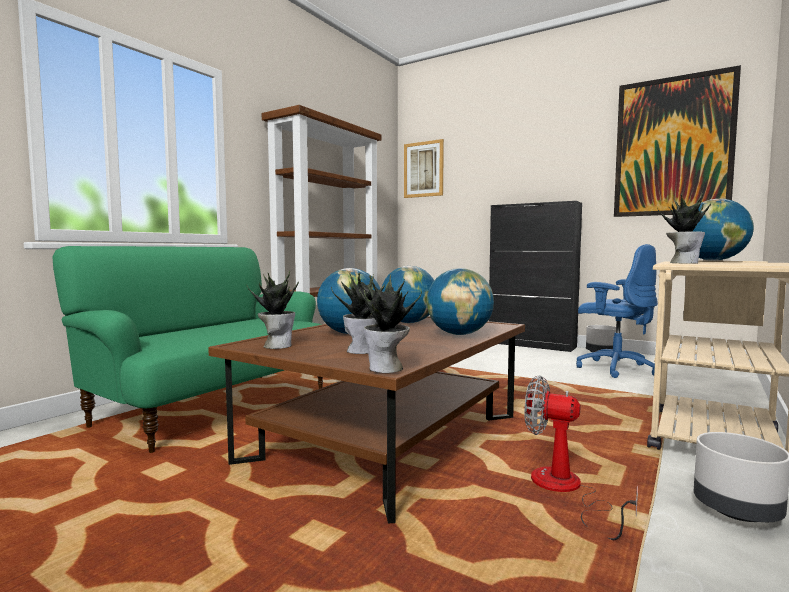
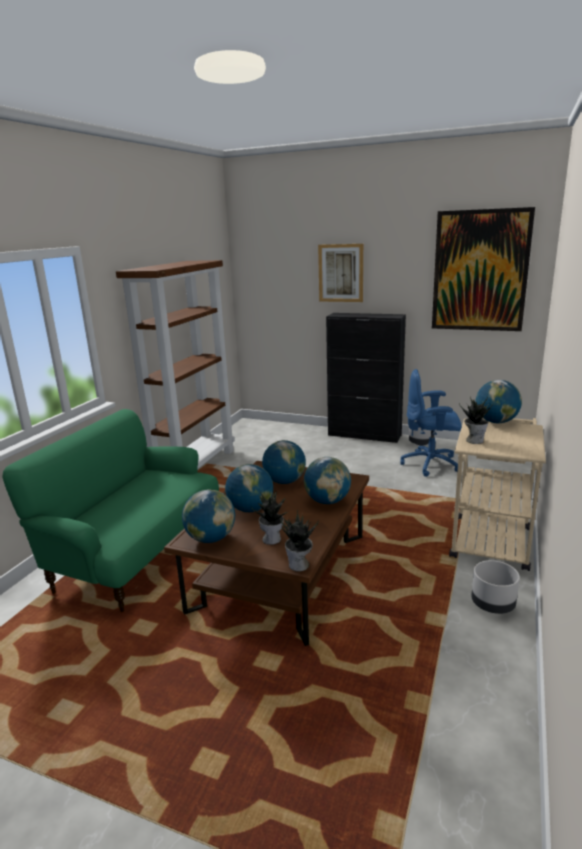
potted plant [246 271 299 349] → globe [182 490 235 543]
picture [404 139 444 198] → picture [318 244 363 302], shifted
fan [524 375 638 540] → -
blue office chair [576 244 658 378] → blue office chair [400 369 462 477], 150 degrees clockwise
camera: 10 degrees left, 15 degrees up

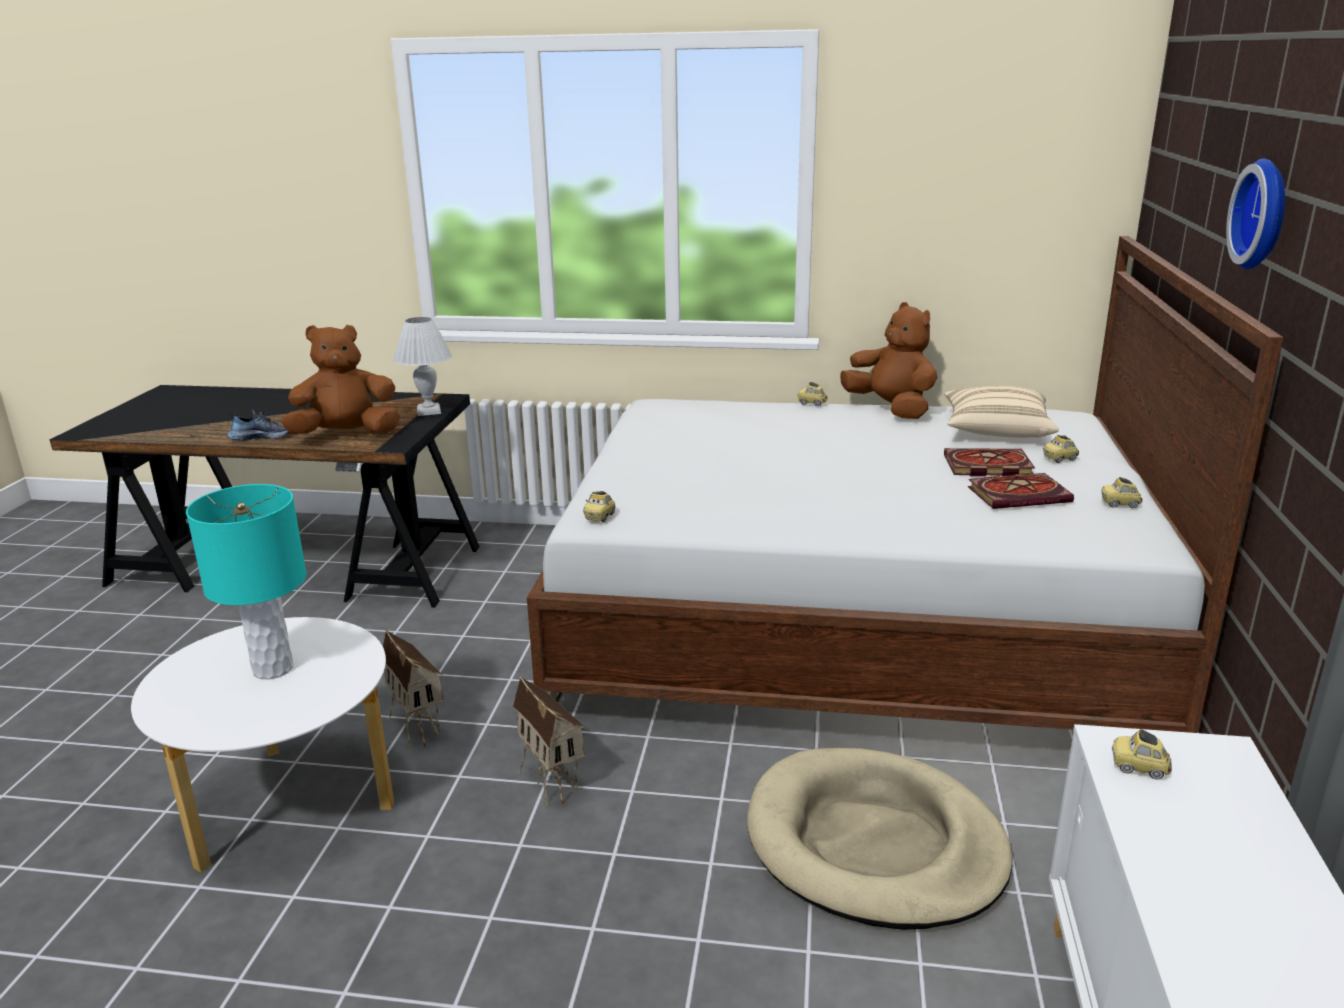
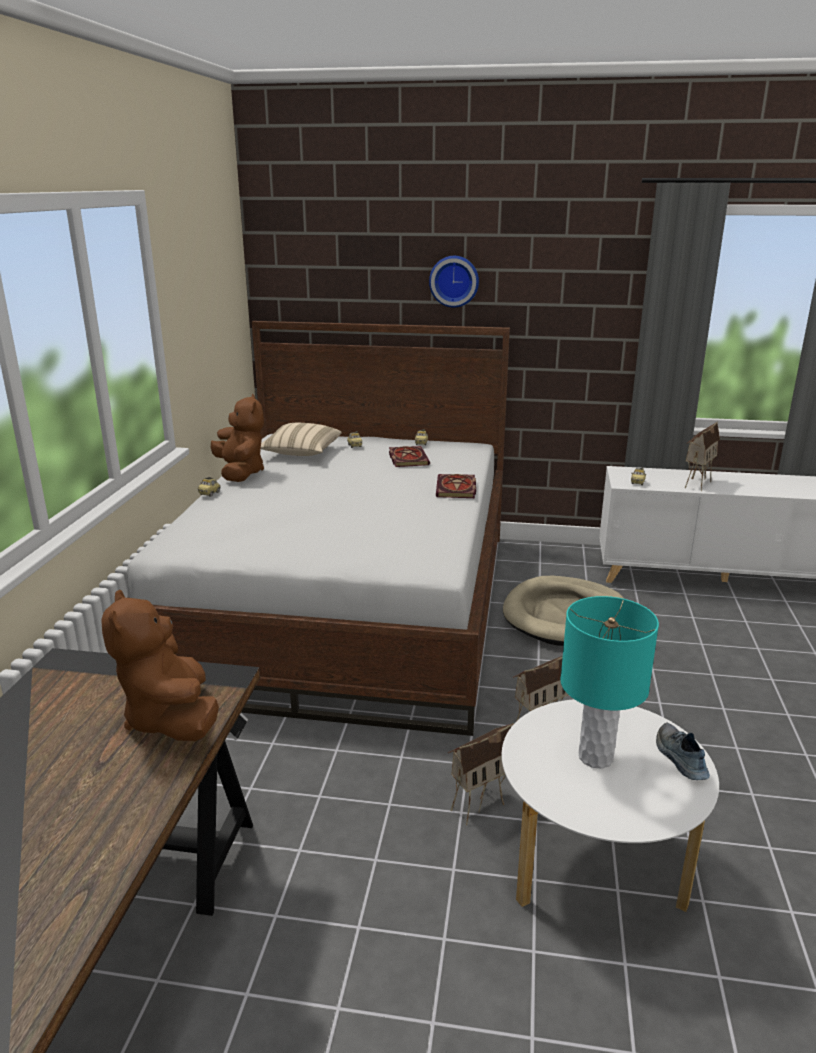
shoe [227 409 290 441] → shoe [656 722 710 780], shifted
white table lamp [393 317 452 416] → -
toy car [583 491 615 522] → -
brown plush toy [840 302 937 419] → brown plush toy [211 394 264 482], 105 degrees clockwise
book [944 448 1035 476] → book [436 474 476 498], shifted
- → toy house [685 421 720 491]
camera: 90 degrees left, 0 degrees up

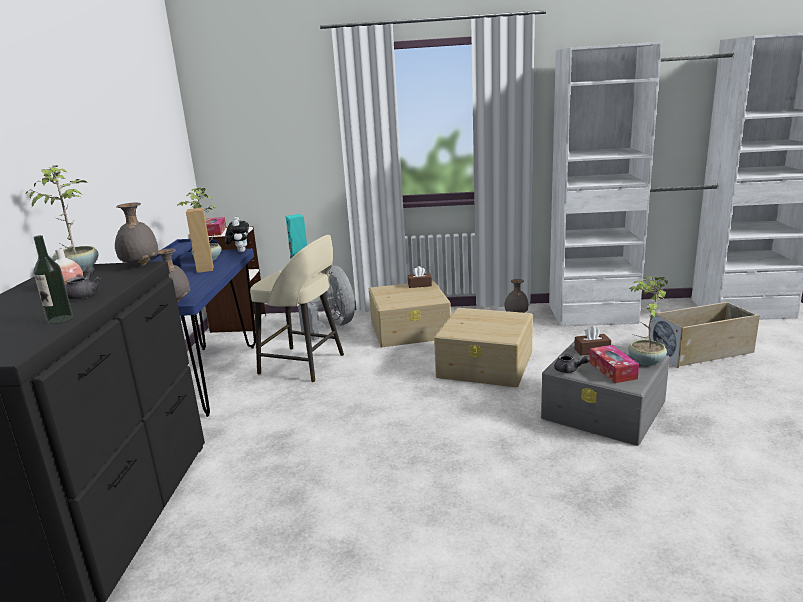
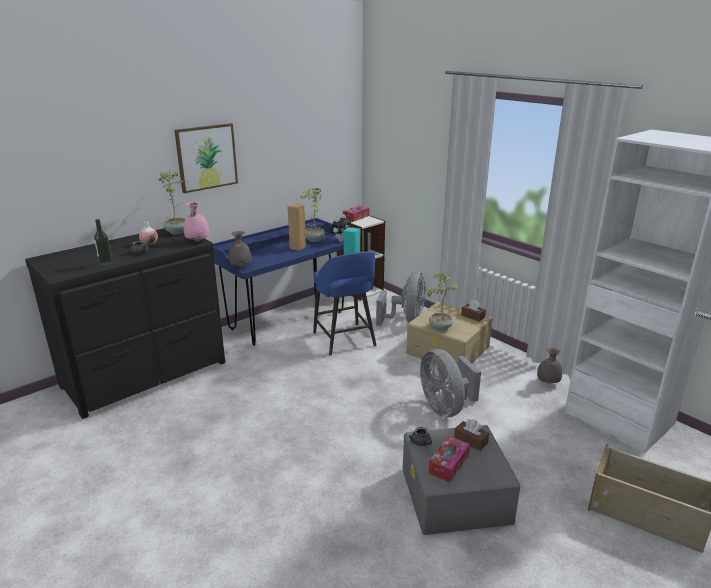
grey vase [115 203 159 266] → pink vase [184 202 209 242]
beige stool [250 235 344 382] → blue stool [313 252 376 356]
beige storage box [434 308 533 387] → grey fan [420 349 481 417]
potted plant [628 276 668 366] → potted plant [424 272 459 331], shifted
- → picture [174 123 238 193]
camera: 45 degrees right, 5 degrees up

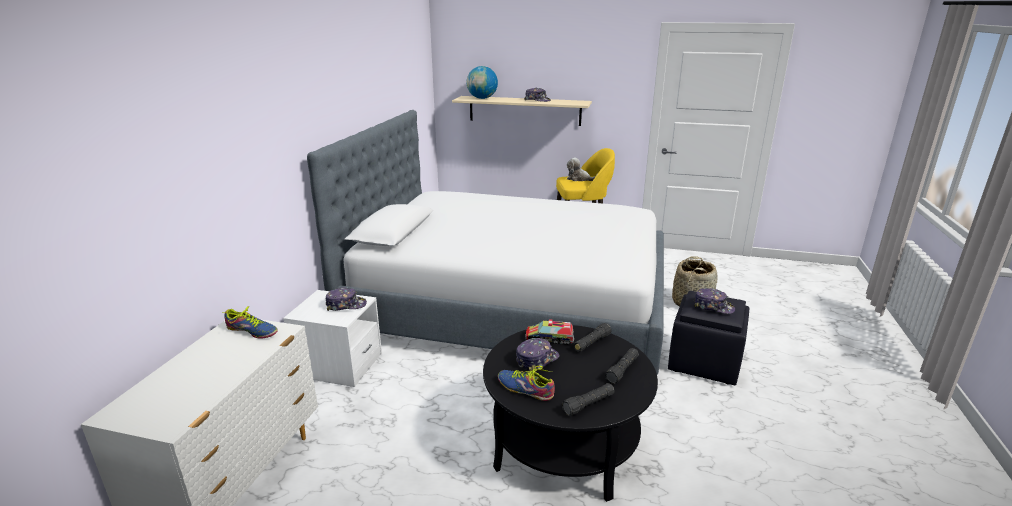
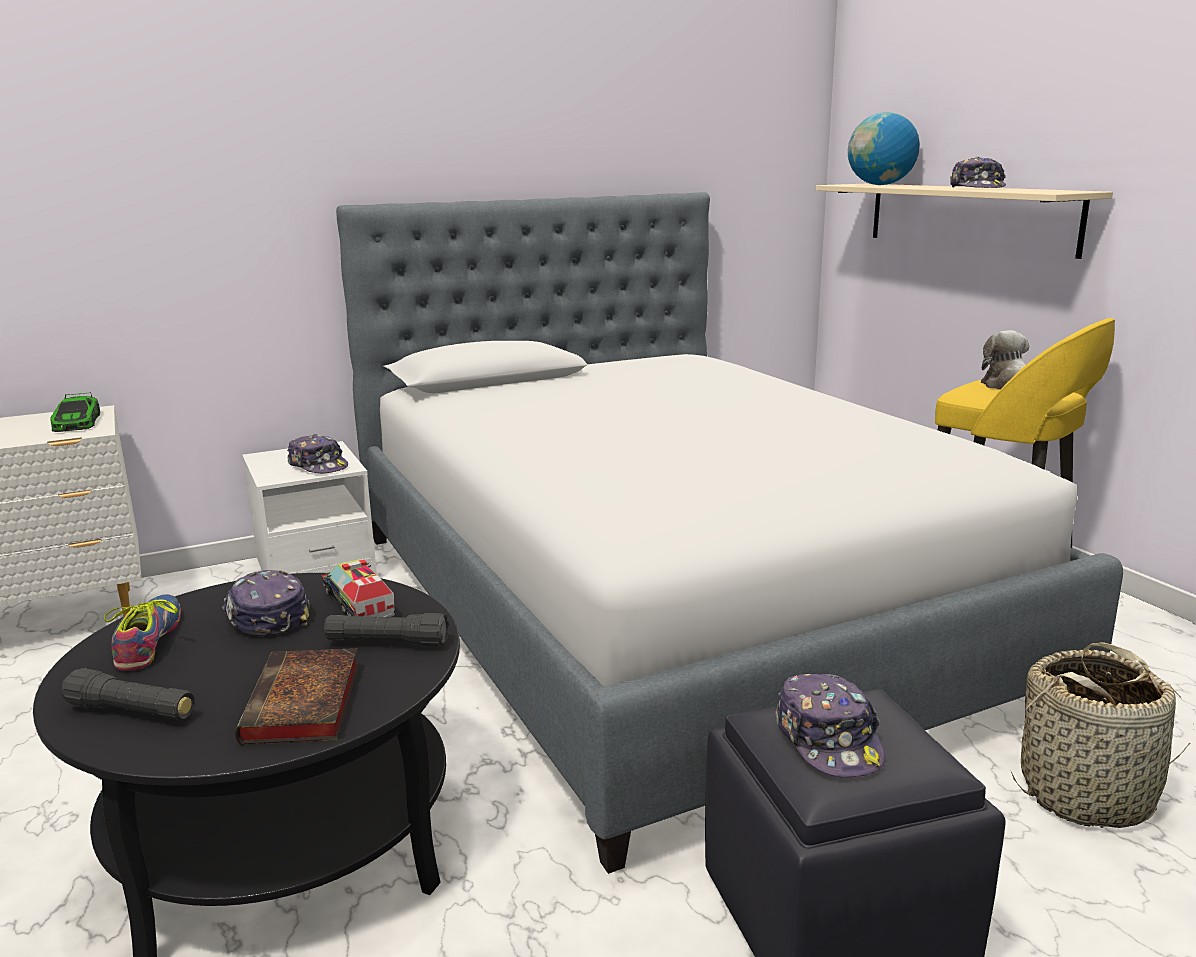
shoe [223 306 278 338] → toy car [50 392 100 432]
cap [516 338 559 372] → cap [222 570 309 636], 135 degrees counterclockwise
black flashlight [605 348 639 384] → book [235 648 359 745]
camera: 50 degrees right, 5 degrees down

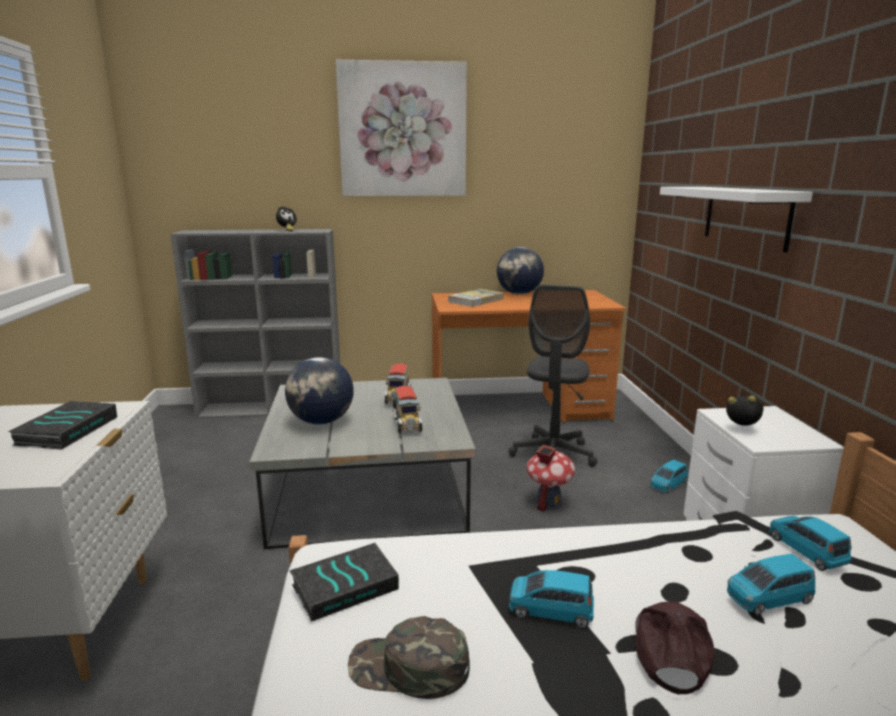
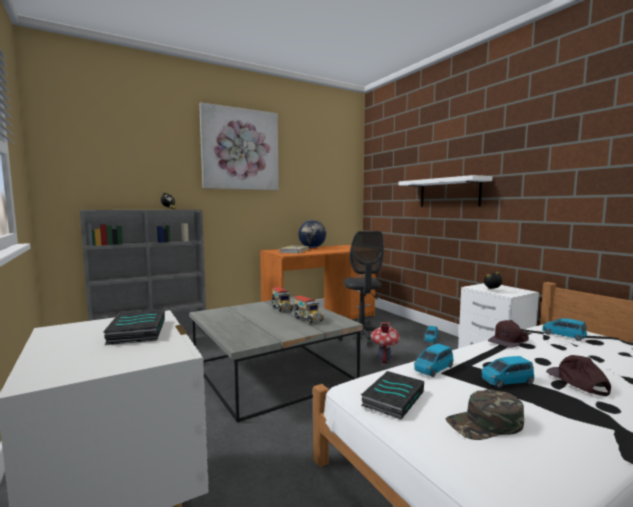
globe [285 357 354 425] → -
blue toy car [727 554 815 615] → blue toy car [414 343 454 377], shifted
- → brown cap [488 320 529 348]
camera: 25 degrees left, 10 degrees down

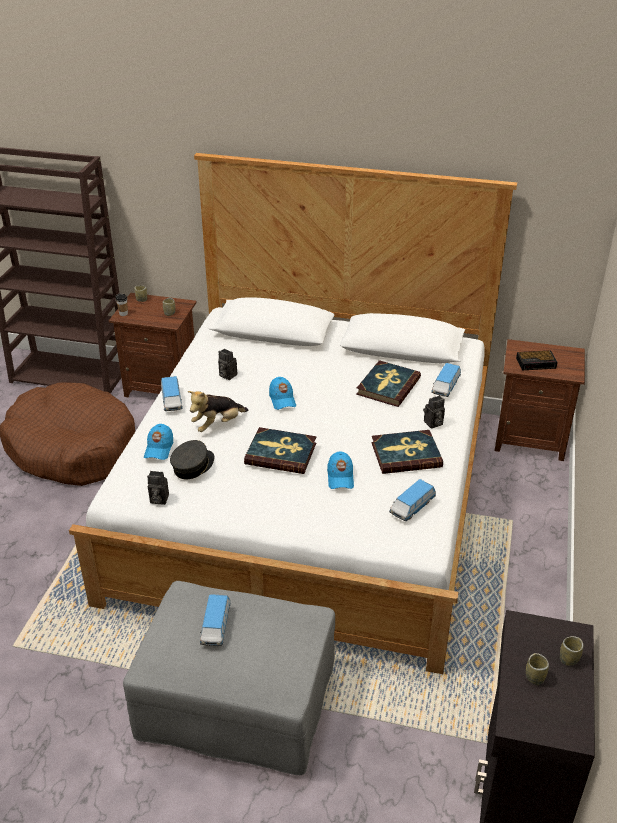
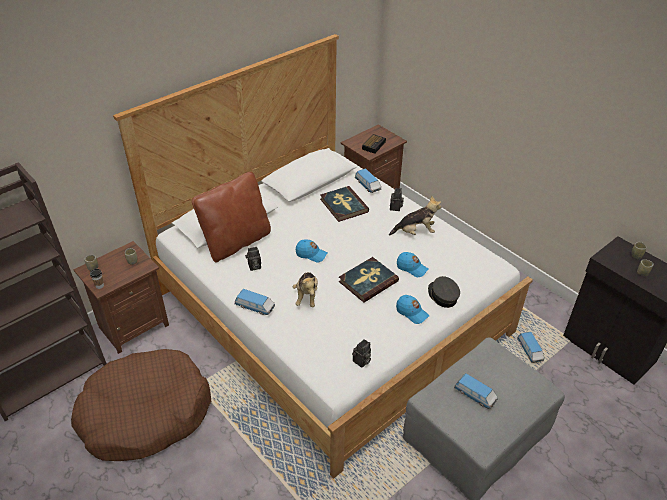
blue cap [144 424 173 460] → blue cap [396 295 430 324], shifted
grey cap [170 440 214 479] → grey cap [428 276 460 308], shifted
book [371 430 443 474] → plush toy [389 196 441 236]
toy car [389 479 436 521] → toy car [517 332 544 363], shifted
- → brown pillow [192 172 271 262]
camera: 55 degrees left, 5 degrees up

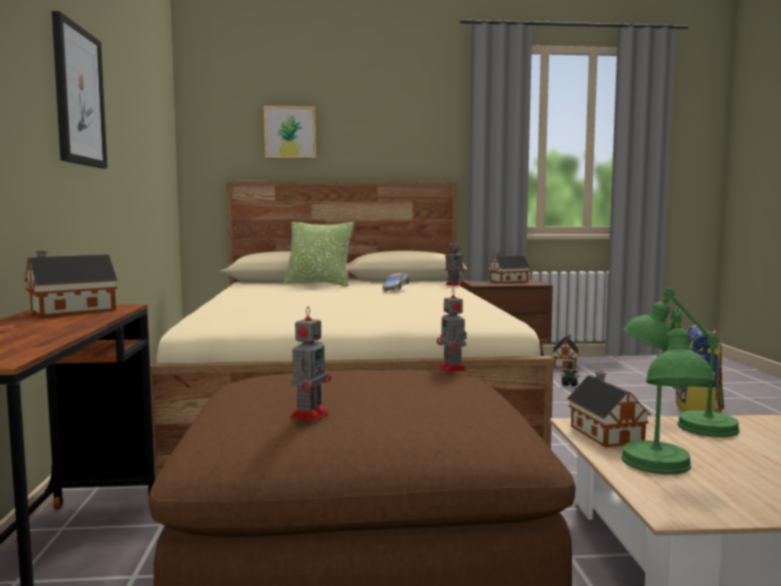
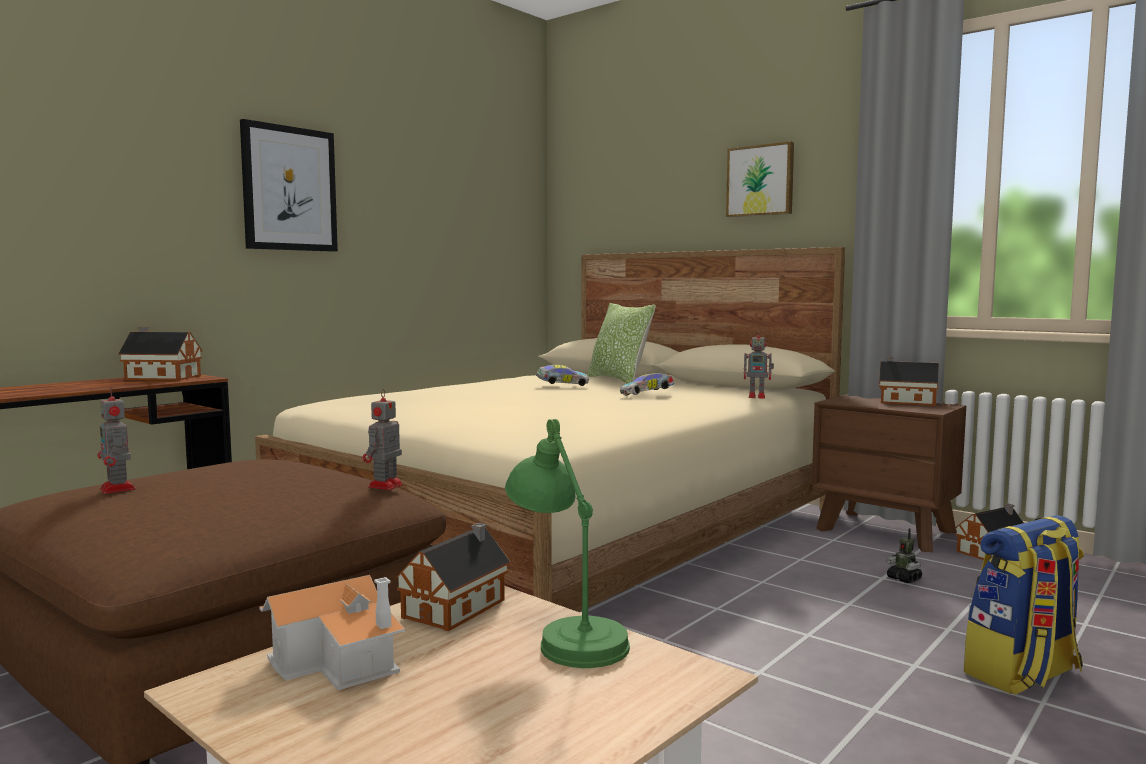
picture [264 106 316 159] → picture [726 141 794 217], shifted
toy robot [290 307 331 421] → toy robot [98 388 136 494], 75 degrees clockwise
green table lamp [621 309 716 475] → toy house [259 575 405 690]
- → toy car [536 365 589 386]
camera: 45 degrees right, 0 degrees up

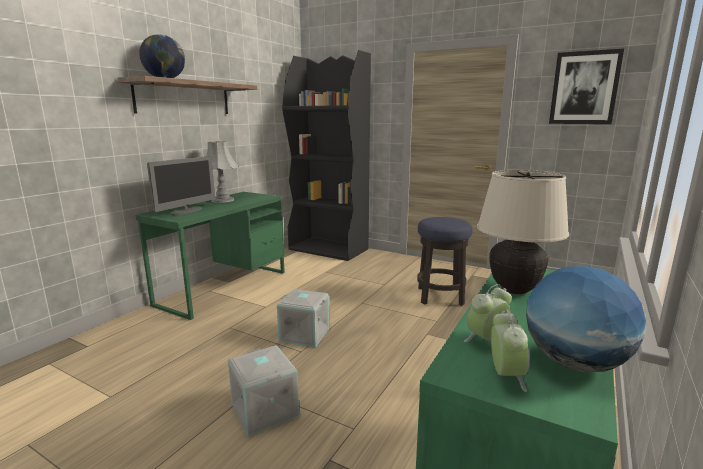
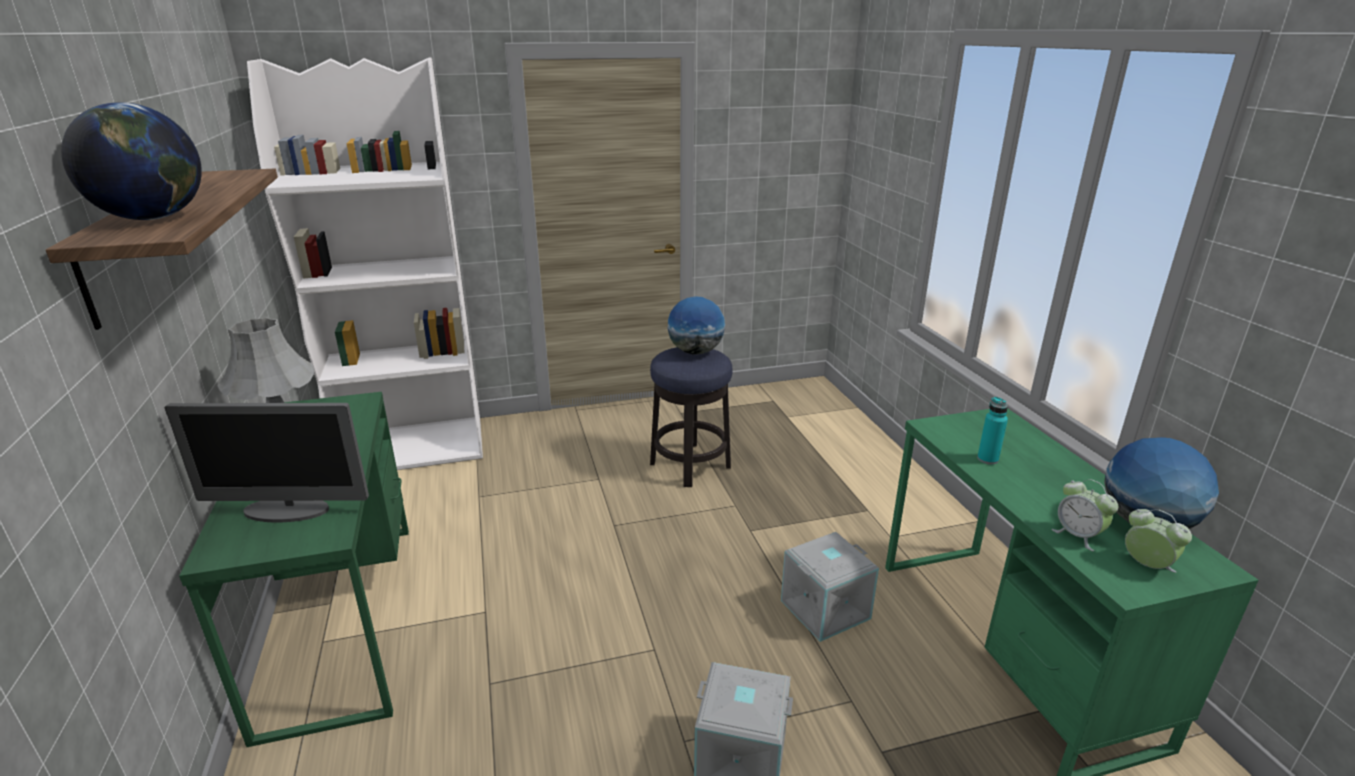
monitor [147 156 215 215] → monitor [165 403 369 522], 105 degrees clockwise
grey storage box [277 289 329 348] → grey storage box [781 532 879 642], shifted
black bookcase [282 50 371 261] → white bookcase [247 57 483 470]
alarm clock [464 284 512 342] → alarm clock [1051 479 1118 551], 45 degrees counterclockwise
beige table lamp [477 170 569 295] → turquoise bottle [977 396 1008 465]
picture [549 49 624 124] → -
- → globe [668 297 725 355]
camera: 45 degrees left, 10 degrees up

